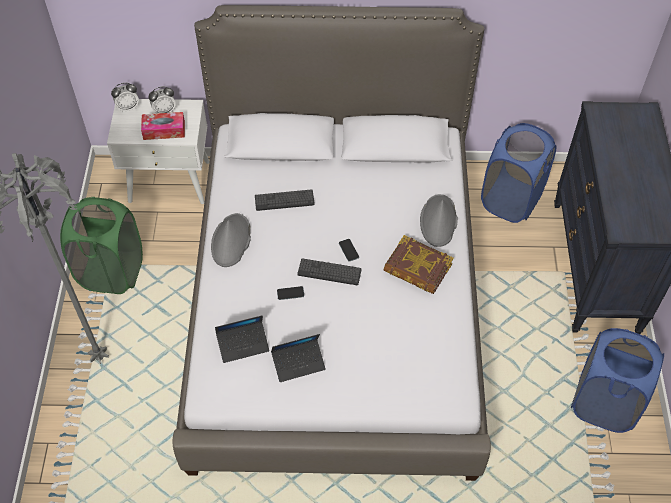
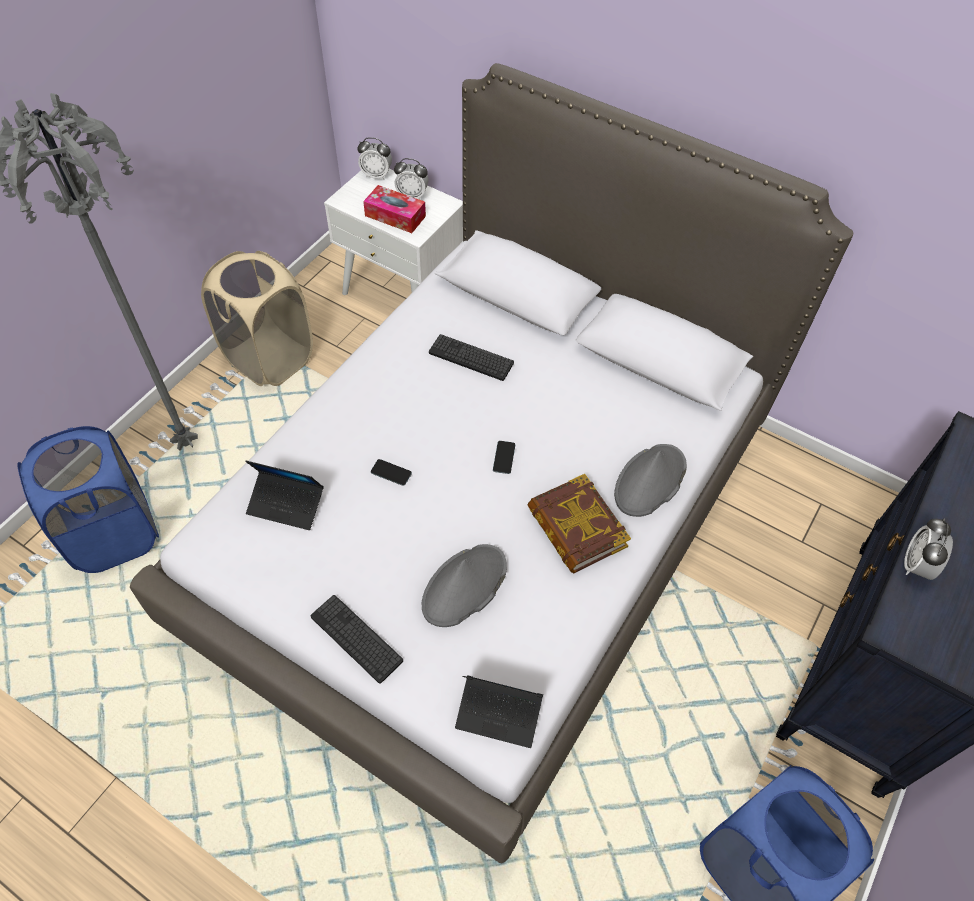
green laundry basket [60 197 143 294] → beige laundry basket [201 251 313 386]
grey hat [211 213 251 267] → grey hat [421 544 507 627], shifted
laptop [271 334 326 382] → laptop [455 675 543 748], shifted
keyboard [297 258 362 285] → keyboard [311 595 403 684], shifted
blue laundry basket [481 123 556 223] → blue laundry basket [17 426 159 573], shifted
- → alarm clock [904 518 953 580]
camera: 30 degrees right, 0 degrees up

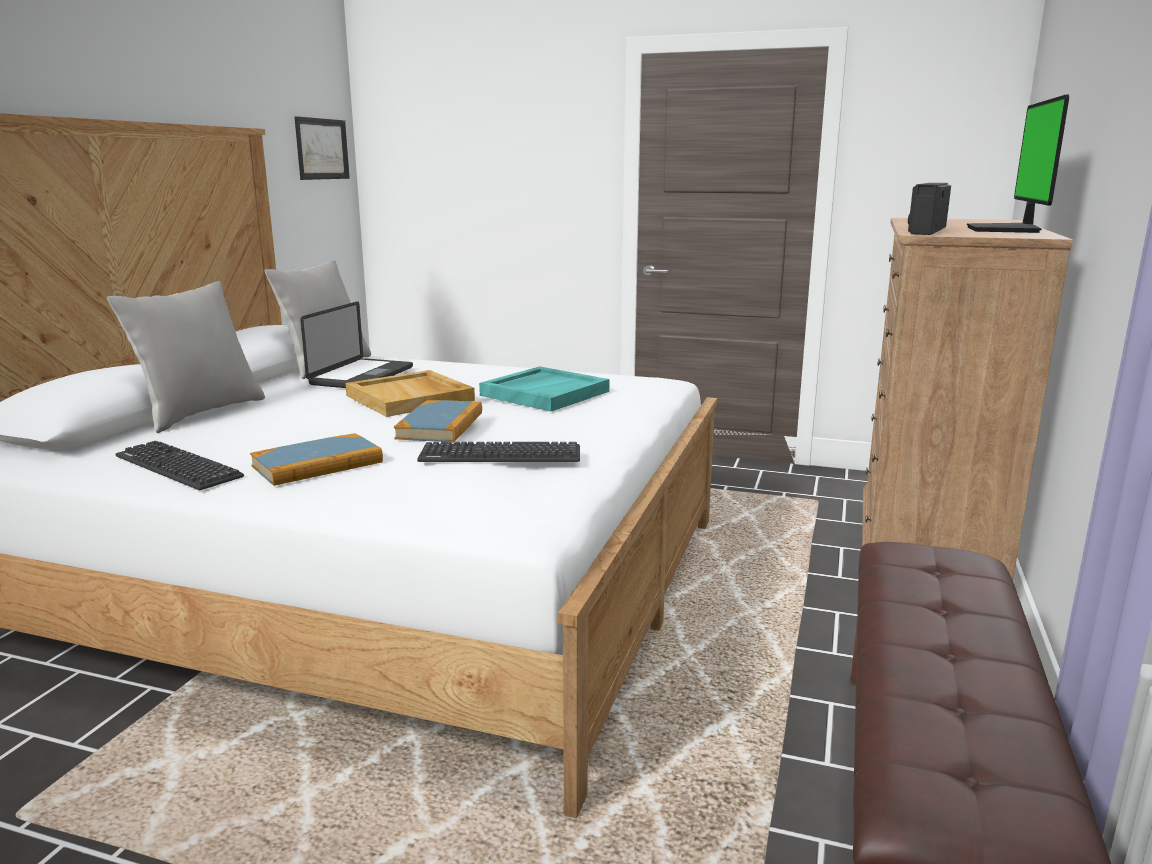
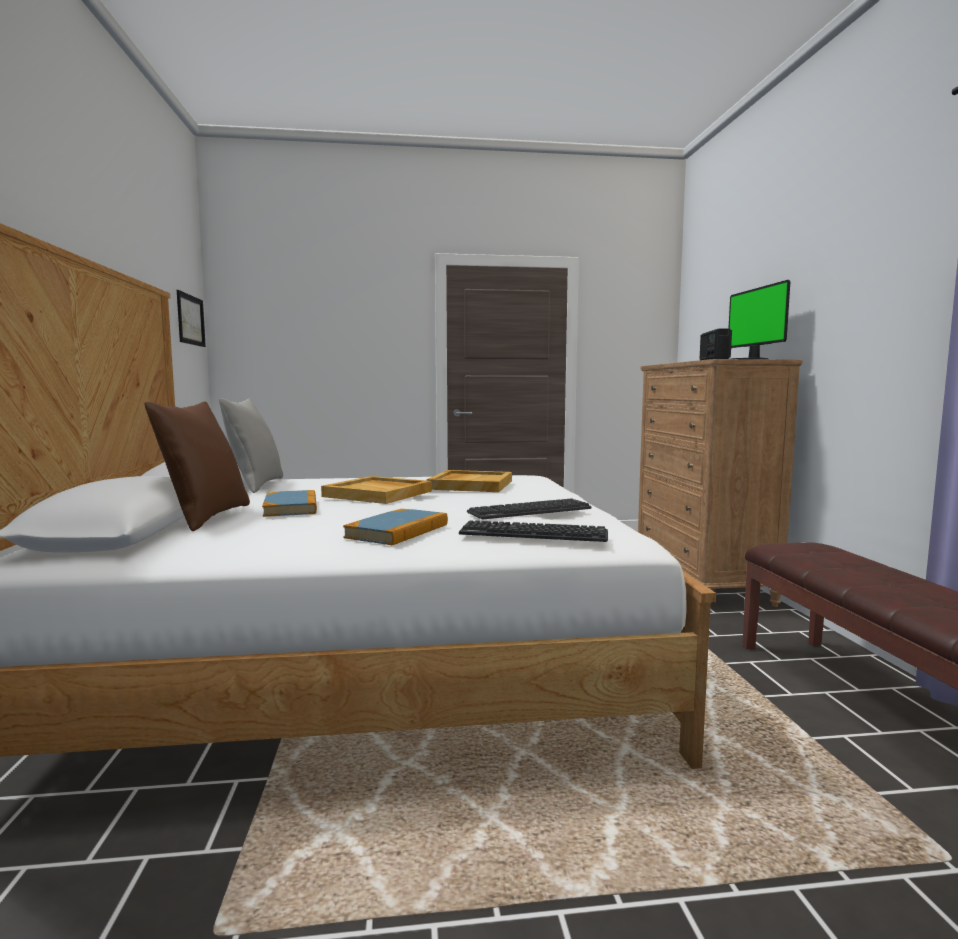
grey pillow [107 282 265 433] → brown pillow [144 401 250 531]
keyboard [116 441 244 490] → keyboard [459 520 608 542], shifted
laptop [300 301 413 388] → -
book [394 400 482 442] → book [262 490 317 517], shifted
turquoise tray [479 366 609 412] → beige tray [427 470 512 492]
camera: 25 degrees left, 10 degrees down

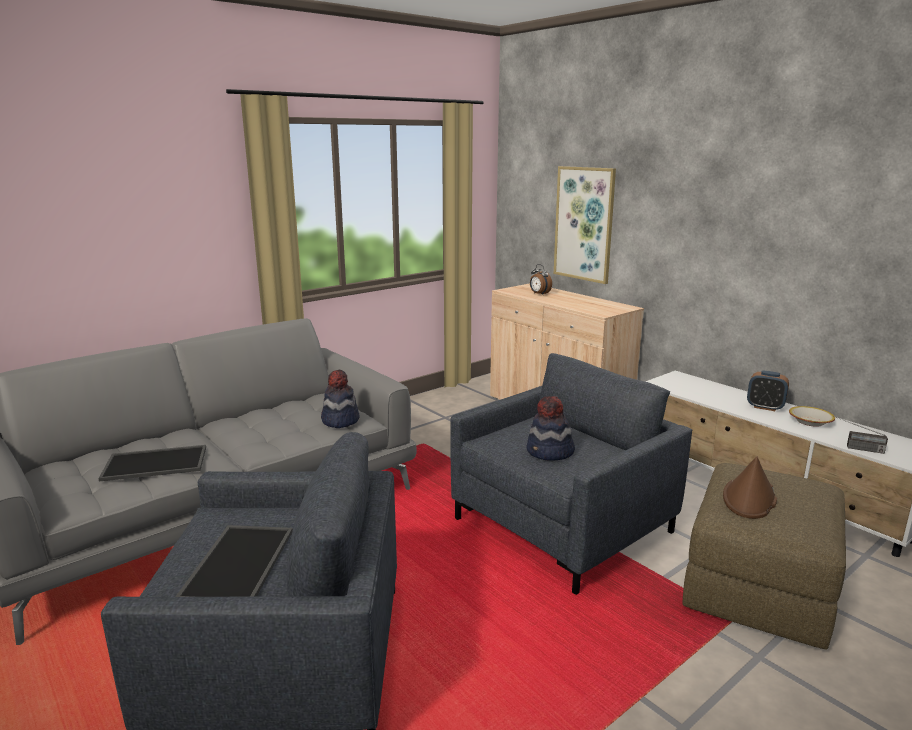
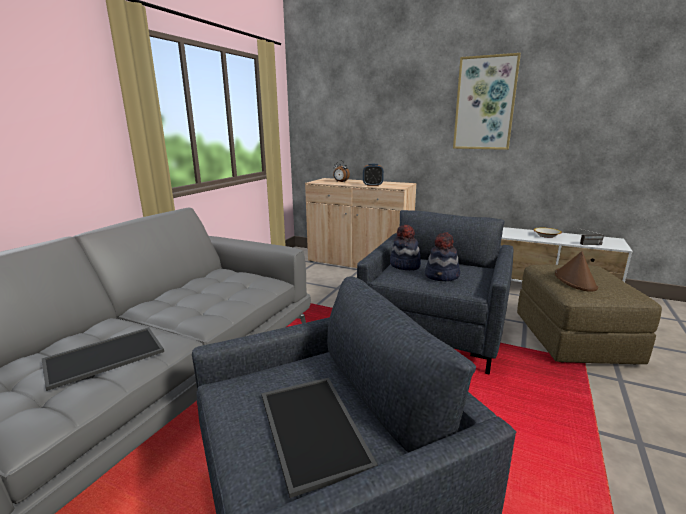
hat [321 370 360 428] → hat [390 224 421 270], shifted
picture [554 166 616 284] → picture [453 53 521 150], shifted
alarm clock [747 371 789 411] → alarm clock [363 164 384 186], shifted
camera: 25 degrees left, 0 degrees up

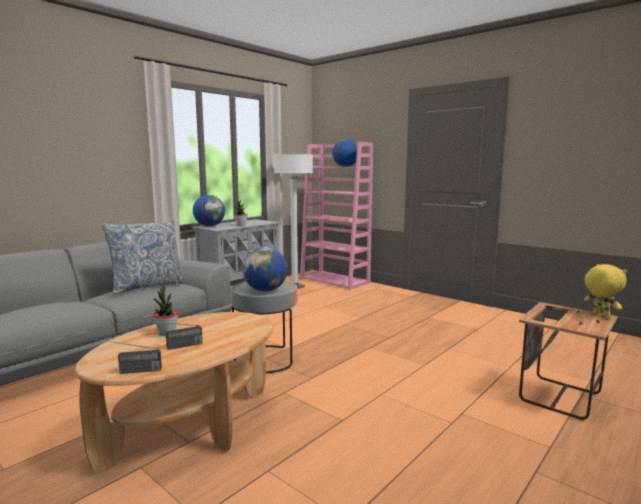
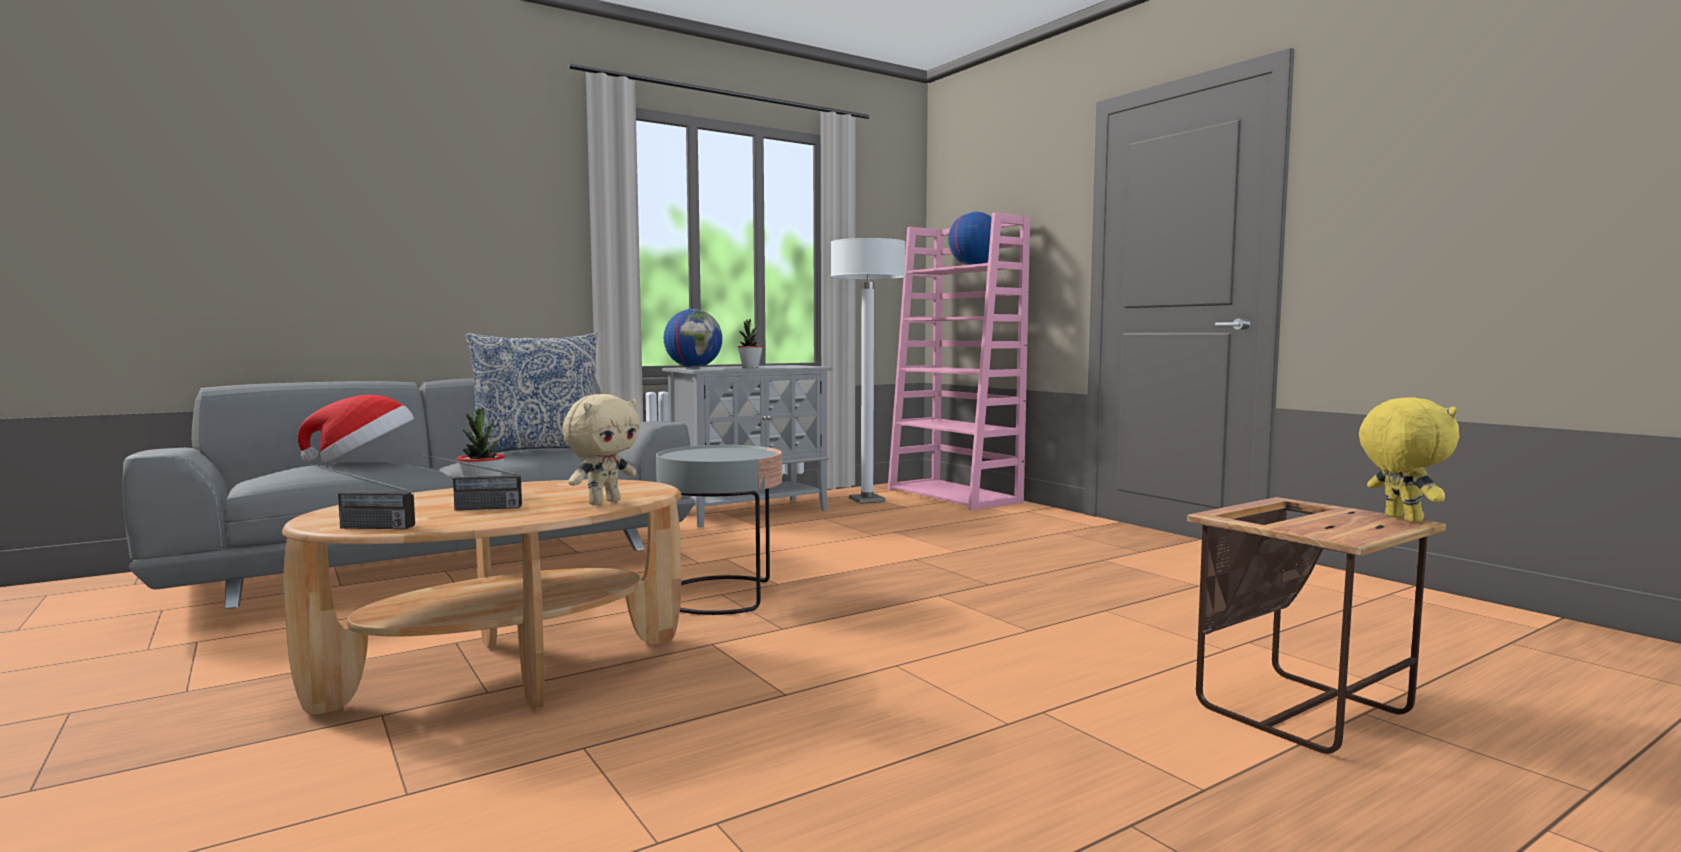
globe [242 247 288 292] → -
- → hat [298 395 414 463]
- → beige plush toy [562 394 640 505]
camera: 15 degrees right, 5 degrees down

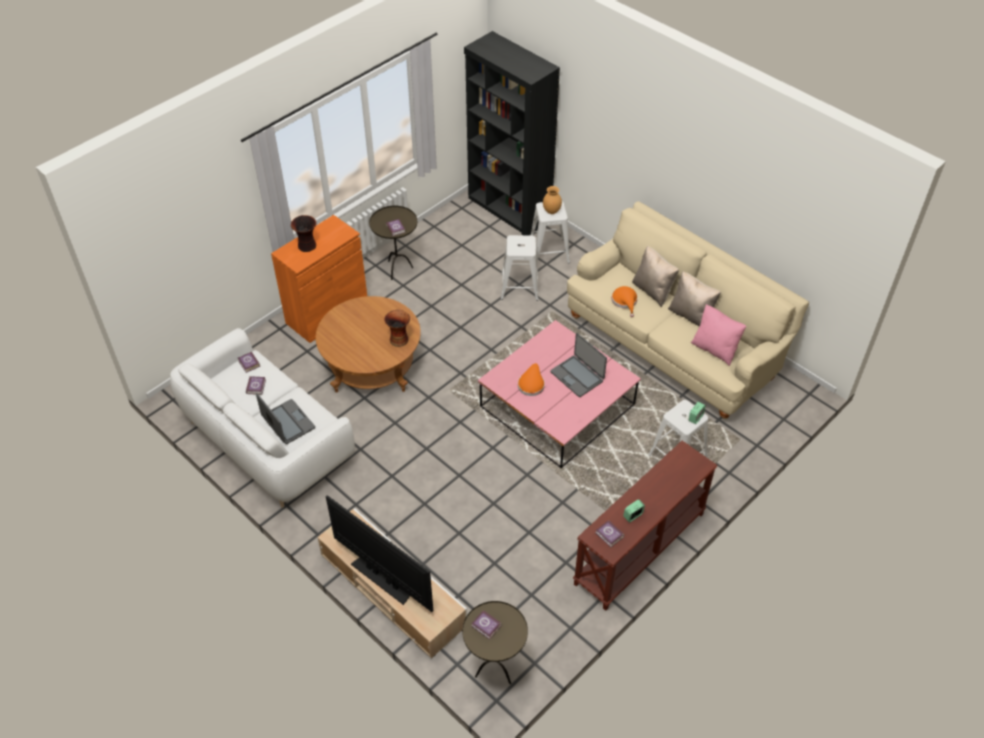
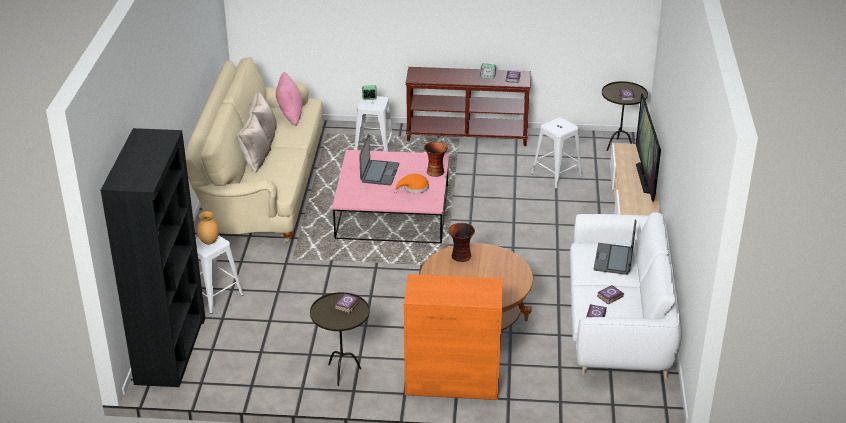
vase [291 215 316 252] → vase [424 142 448 177], shifted
white stool [501 235 539 301] → white stool [531 117 583 189], shifted
orange hat [612 286 638 317] → -
camera: 130 degrees left, 15 degrees down

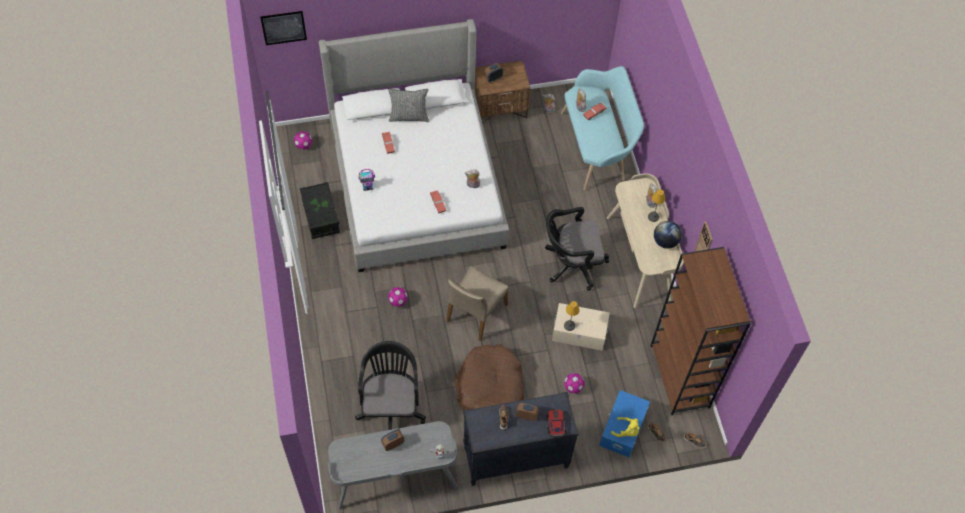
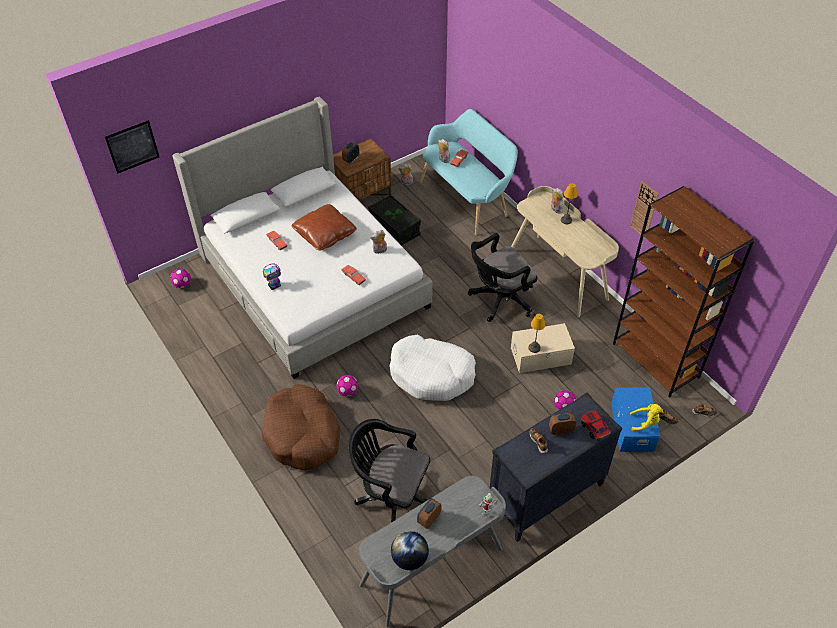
black storage box [300 182 340 239] → black storage box [368 195 421 246], shifted
black office chair [355 341 426 430] → black office chair [348 419 430 523], 45 degrees counterclockwise
grey pillow [388 89 429 122] → -
beige chair [446 266 509 341] → white dog bed [390 335 476 401]
brown dog bed [455 344 524 411] → brown dog bed [261 384 341 470], shifted
globe [654 221 682 249] → globe [391 531 429 570], shifted
- → brown pillow [292 204 357 251]
camera: 20 degrees left, 10 degrees down

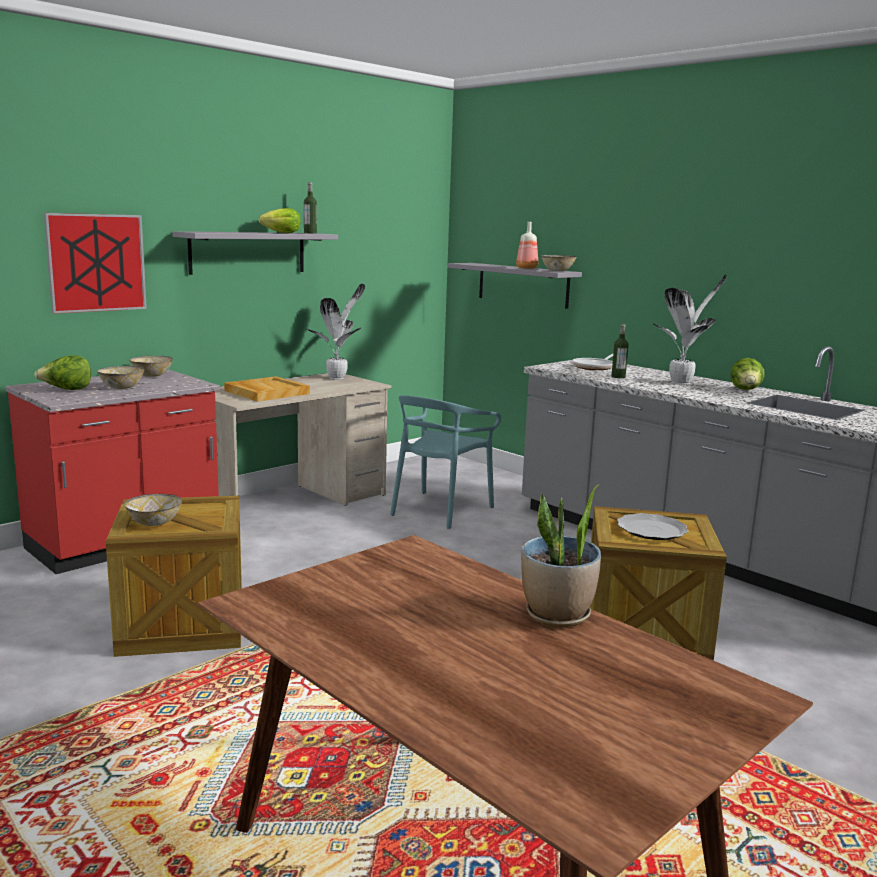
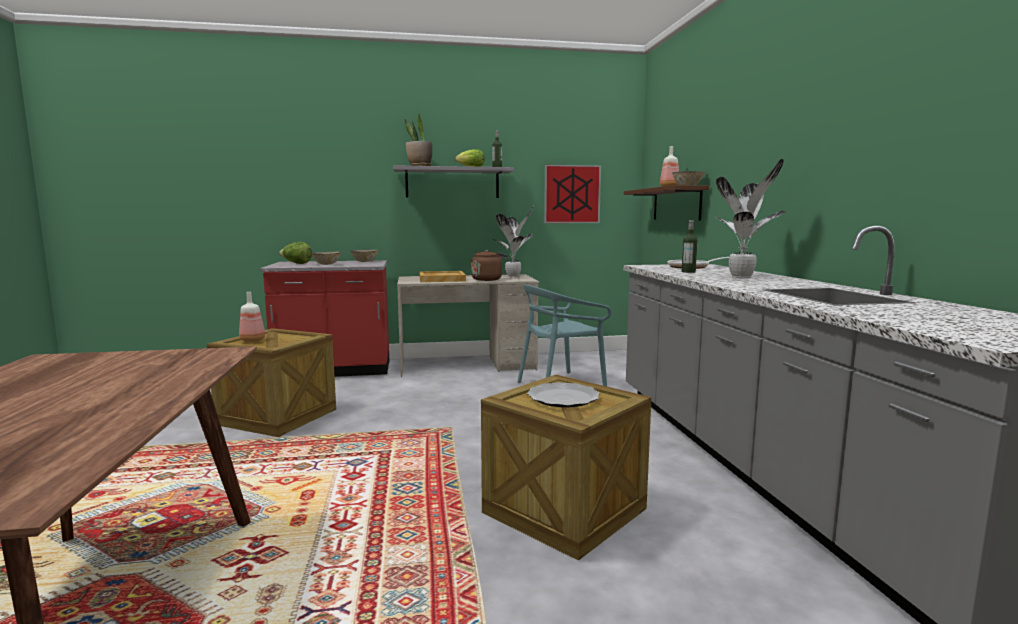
picture [44 213 147 314] → picture [544 165 601 223], shifted
bowl [124 494 182 526] → bottle [239 292 265 342]
grey shelf [448 263 582 309] → brown shelf [624 185 709 220]
potted plant [521 484 601 627] → potted plant [405 114 432 166], shifted
lettuce [730 358 765 390] → -
- → brown kettle [471 250 508 281]
camera: 35 degrees right, 5 degrees down

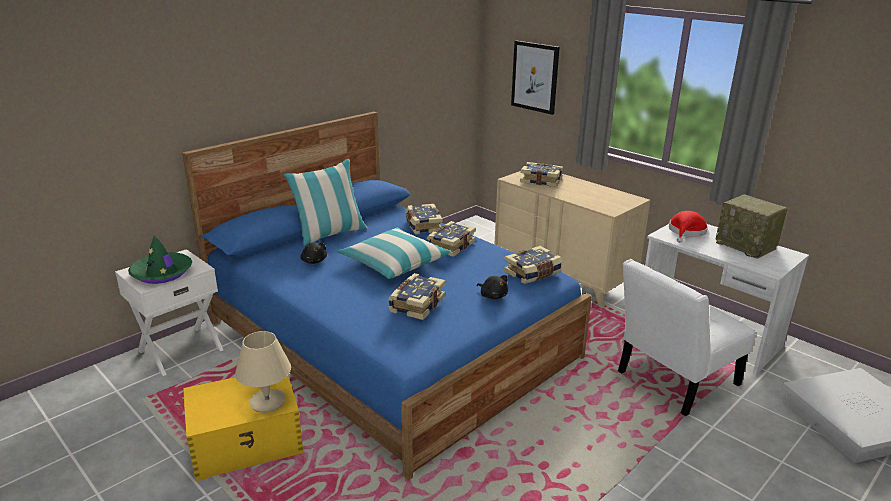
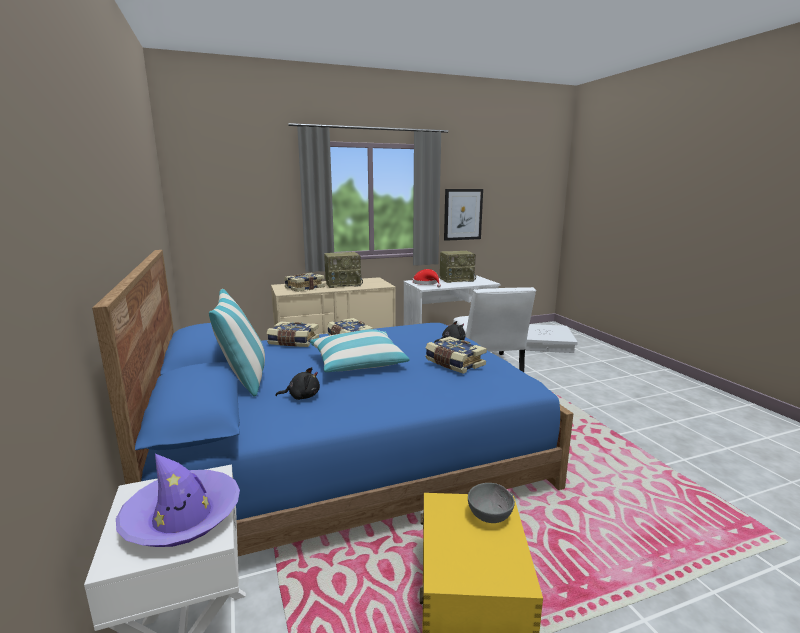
green hat [128 235 192 284] → purple hat [116 454 240 547]
beige table lamp [235 331 291 413] → grey bowl [468 483 515 523]
book [504 246 563 284] → -
picture [511 41 560 115] → picture [444 189 483 241], shifted
- → radio [324 252 363 288]
camera: 65 degrees left, 10 degrees down

